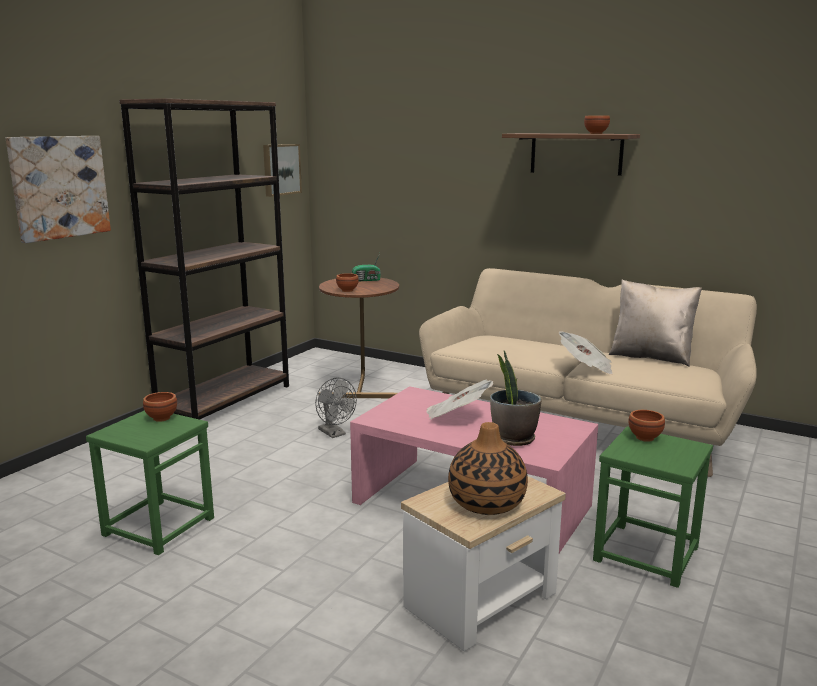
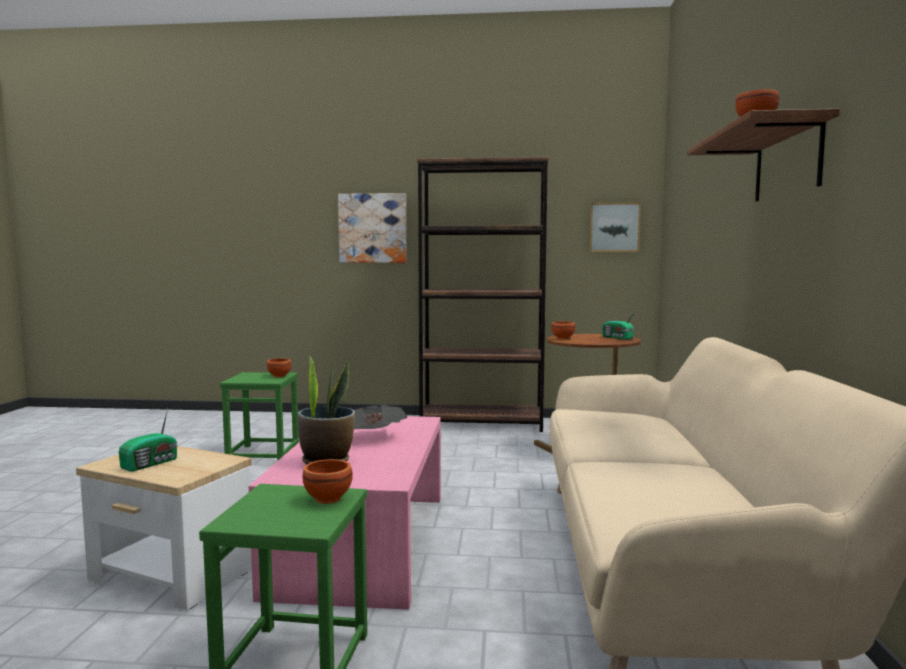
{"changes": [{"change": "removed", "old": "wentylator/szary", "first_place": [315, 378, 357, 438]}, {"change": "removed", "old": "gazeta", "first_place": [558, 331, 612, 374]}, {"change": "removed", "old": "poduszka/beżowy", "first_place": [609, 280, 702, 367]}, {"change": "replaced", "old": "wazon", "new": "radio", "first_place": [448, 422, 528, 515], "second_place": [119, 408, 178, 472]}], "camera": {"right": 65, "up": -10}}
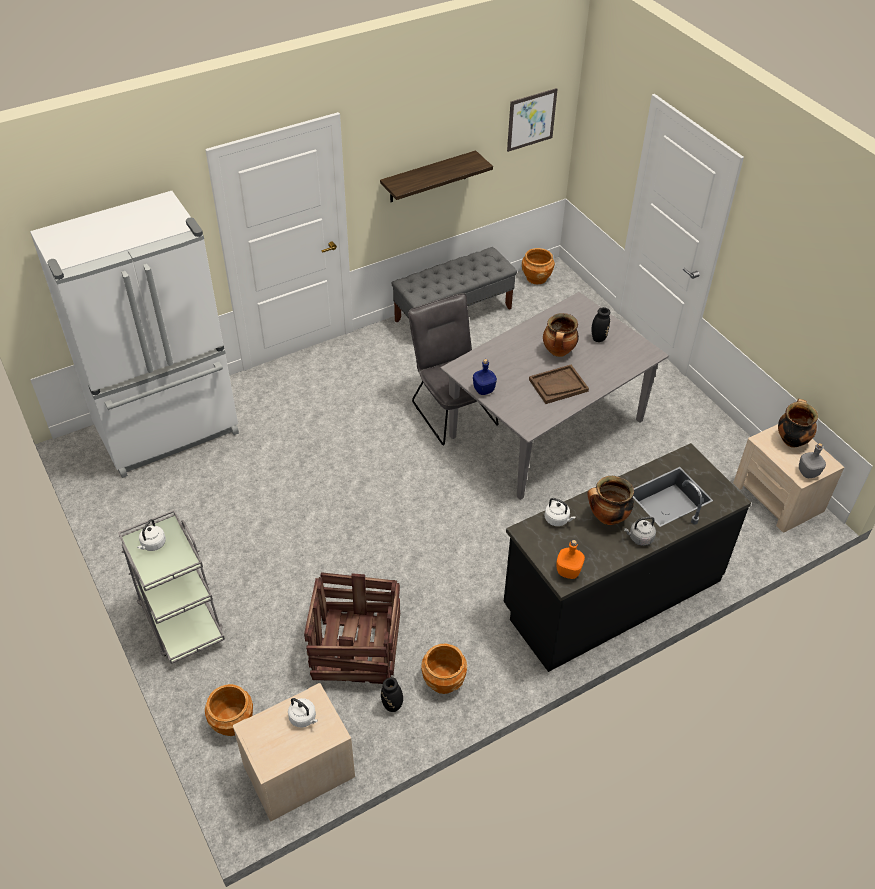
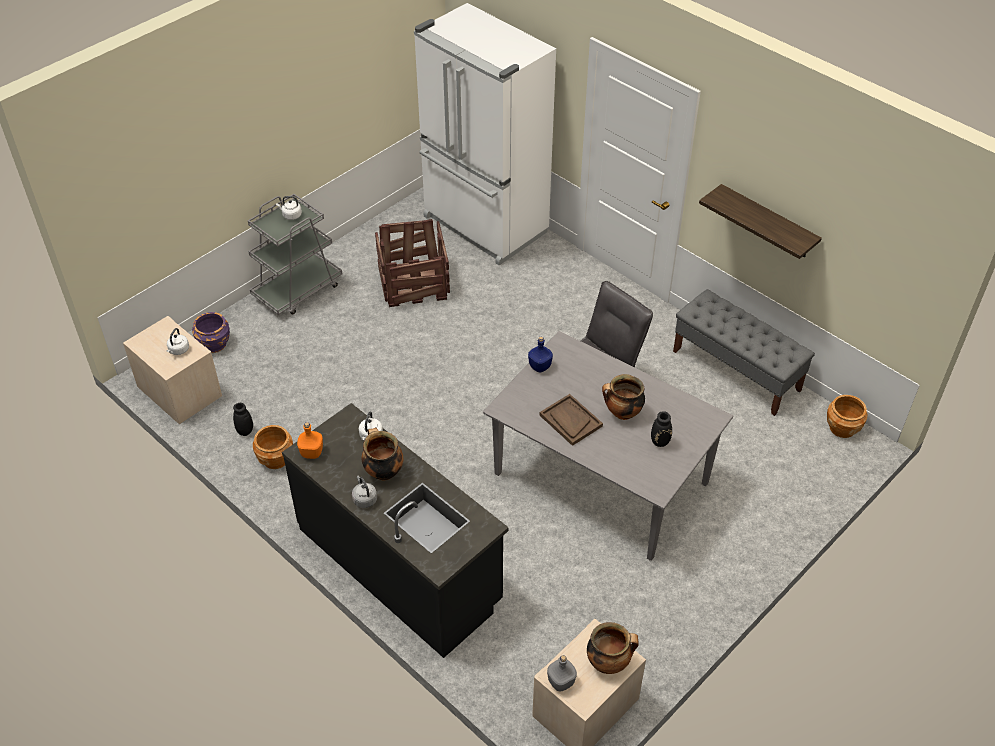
{"changes": [{"change": "removed", "old": "obraz", "first_place": [507, 88, 558, 152]}, {"change": "moved", "old": "skrzynka", "first_place": [304, 572, 400, 684], "second_place": [375, 219, 450, 307]}, {"change": "recoloured", "old": "donica/brązowy", "new": "donica/fioletowy", "first_place": [205, 684, 253, 736], "second_place": [192, 312, 230, 353]}], "camera": {"right": 75, "up": 0}}
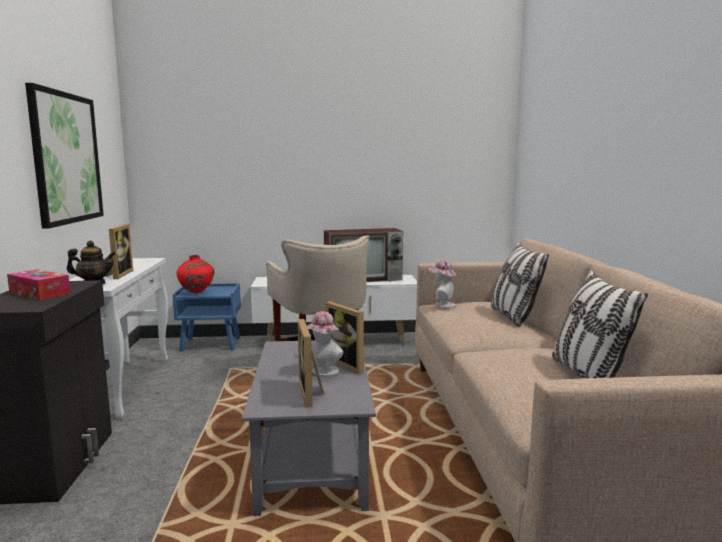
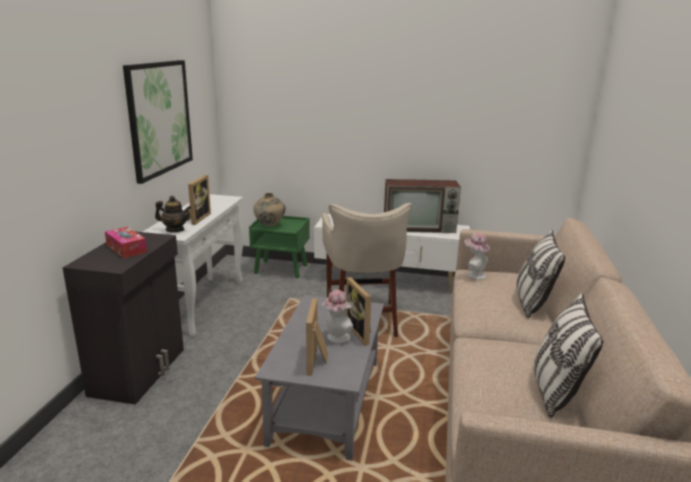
{"changes": [{"change": "recoloured", "old": "szafka nocna/niebieski", "new": "szafka nocna/zielony", "first_place": [173, 283, 241, 351], "second_place": [249, 216, 310, 278]}, {"change": "recoloured", "old": "wazon/czerwony", "new": "wazon/beżowy", "first_place": [176, 255, 215, 293], "second_place": [253, 193, 286, 226]}], "camera": {"right": 15, "up": 10}}
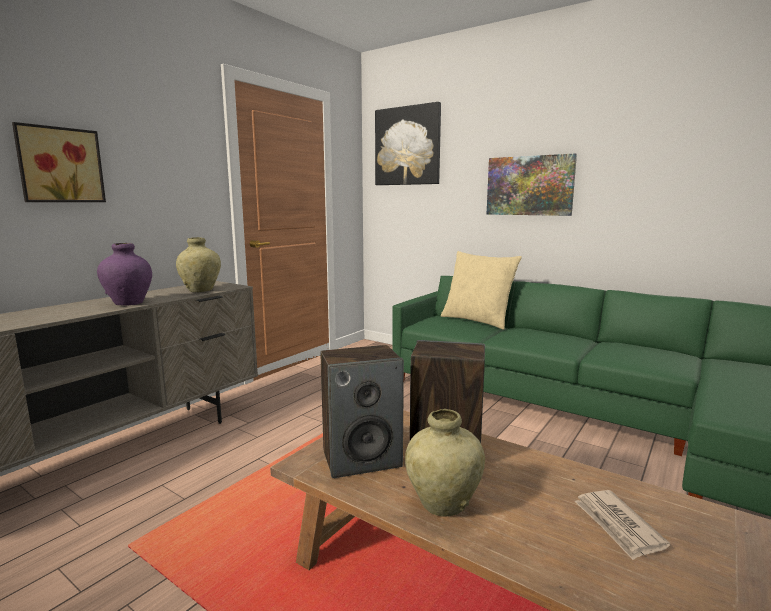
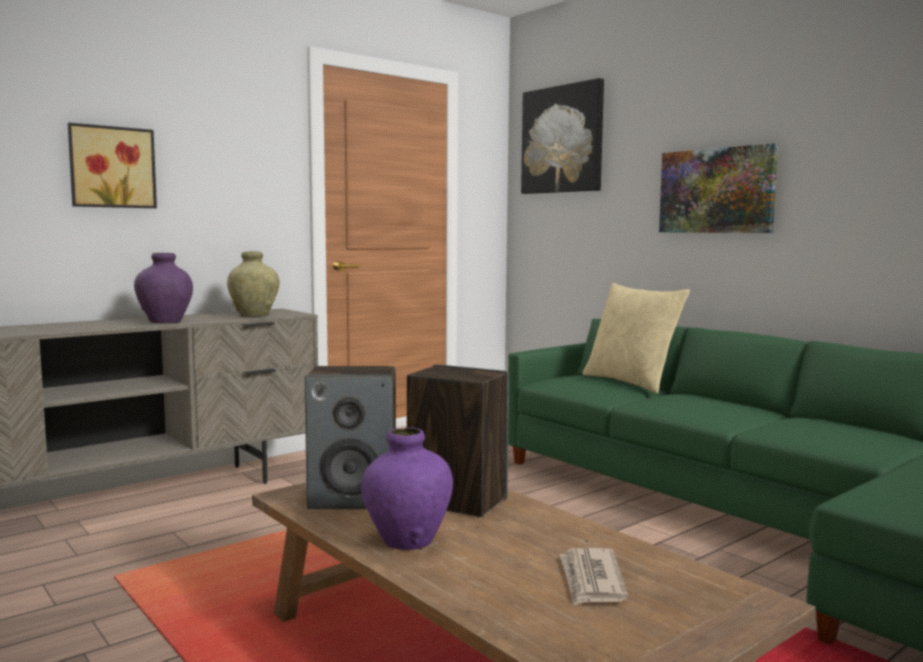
{"changes": [{"change": "recoloured", "old": "wazon/beżowy", "new": "wazon/fioletowy", "first_place": [405, 409, 485, 517], "second_place": [361, 427, 453, 550]}], "camera": {"right": 15, "up": -5}}
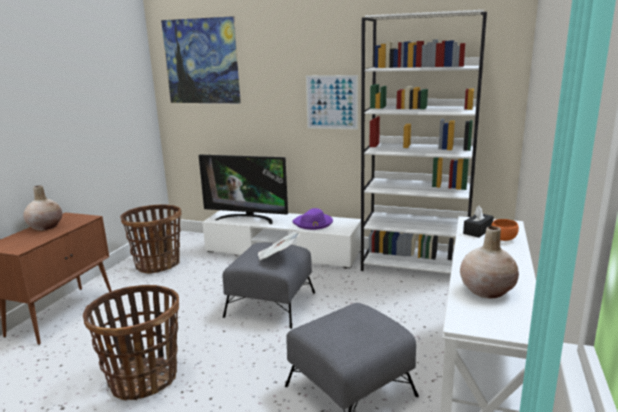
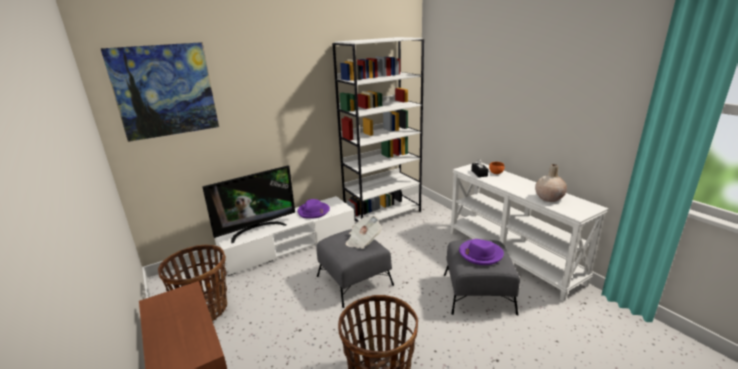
{"changes": [{"change": "removed", "old": "wazon/beżowy", "first_place": [23, 185, 63, 231]}, {"change": "removed", "old": "obraz", "first_place": [306, 75, 358, 130]}, {"change": "added", "new": "kapelusz/fioletowy", "second_place": [459, 239, 504, 265]}], "camera": {"right": -50, "up": 5}}
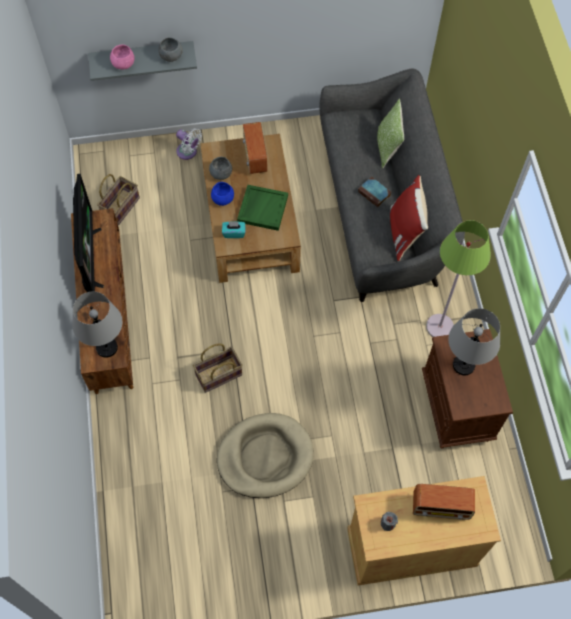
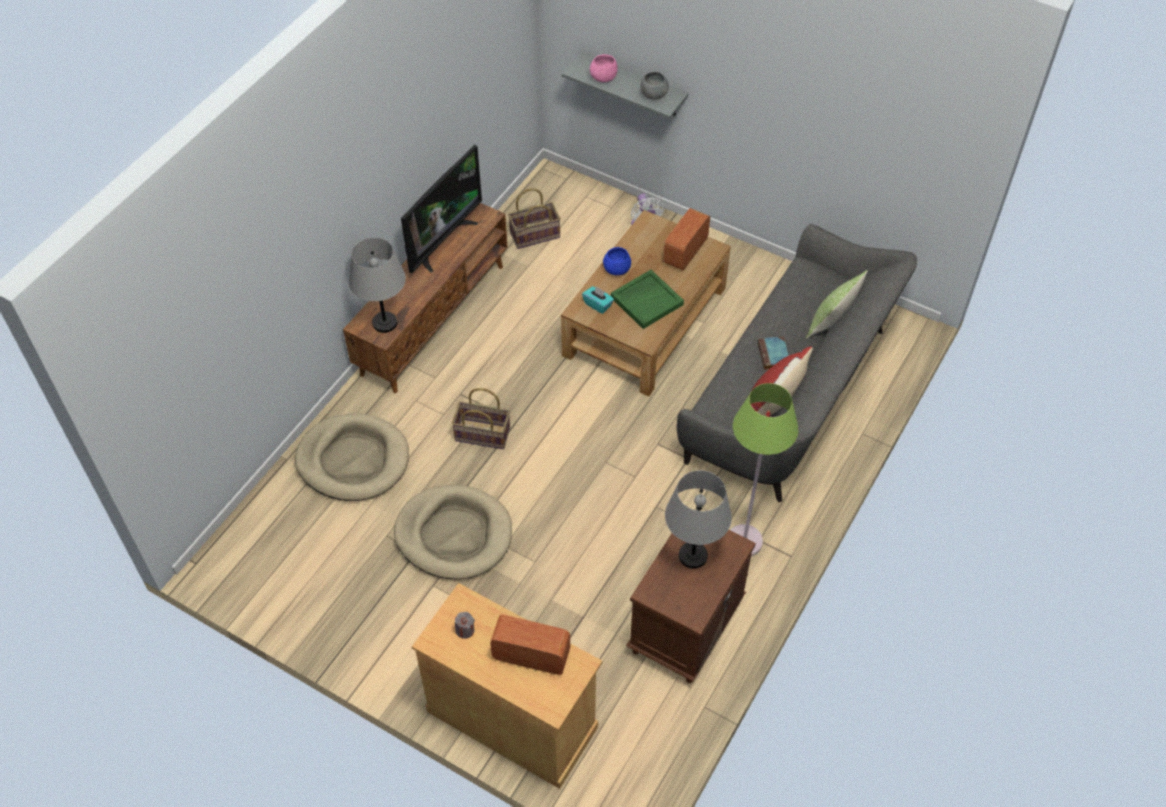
{"changes": [{"change": "removed", "old": "miska/szary", "first_place": [209, 157, 232, 180]}, {"change": "added", "new": "legowisko/beżowy", "second_place": [295, 414, 409, 501]}, {"change": "turned", "old": "radio", "first_place": [413, 484, 475, 520], "second_place": [490, 615, 570, 675], "degrees": 150}], "camera": {"right": 40, "up": -10}}
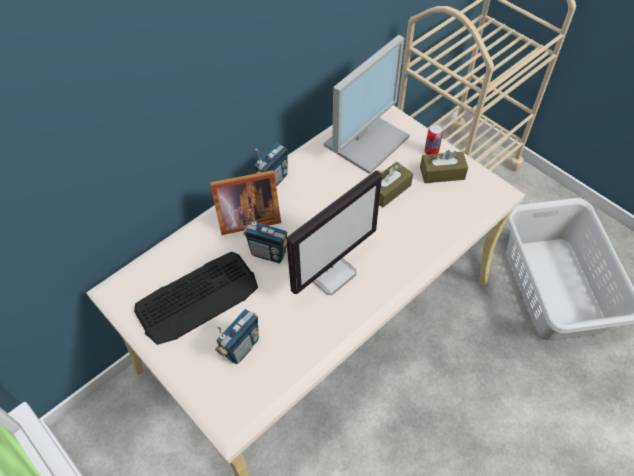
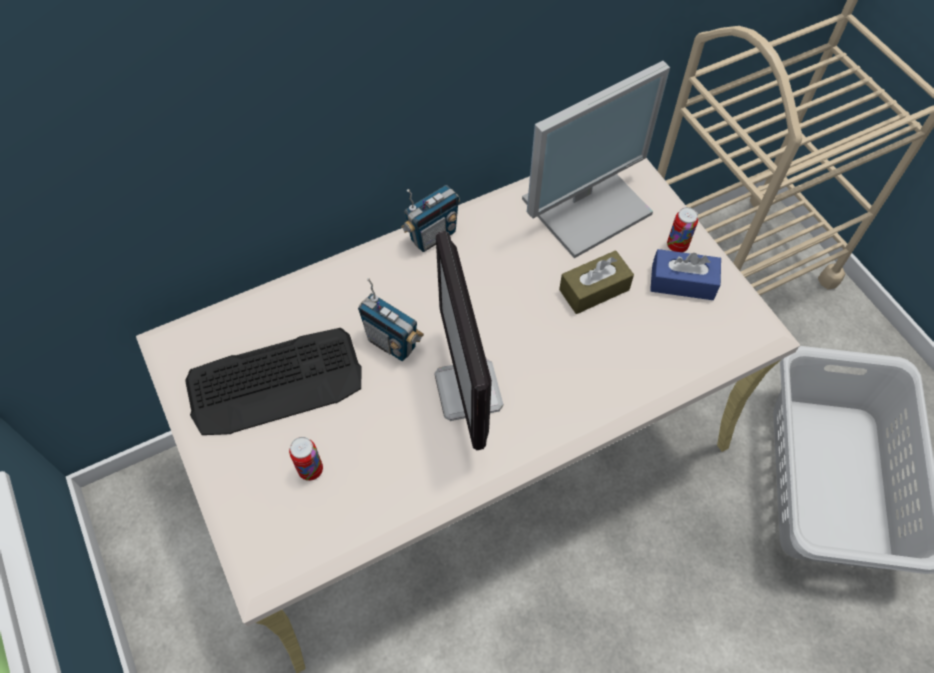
{"changes": [{"change": "removed", "old": "ramka na zdjęcie", "first_place": [210, 170, 281, 235]}, {"change": "replaced", "old": "radio", "new": "puszka", "first_place": [215, 309, 259, 364], "second_place": [289, 437, 323, 481]}, {"change": "recoloured", "old": "pudełko chusteczek/brązowy", "new": "pudełko chusteczek/niebieski", "first_place": [420, 150, 468, 183], "second_place": [650, 249, 721, 300]}, {"change": "turned", "old": "monitor", "first_place": [287, 171, 382, 295], "second_place": [434, 231, 503, 450], "degrees": 105}], "camera": {"right": 15, "up": 5}}
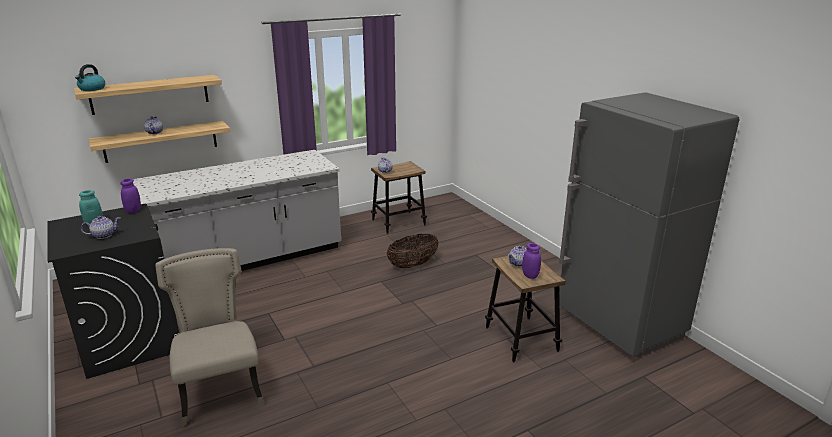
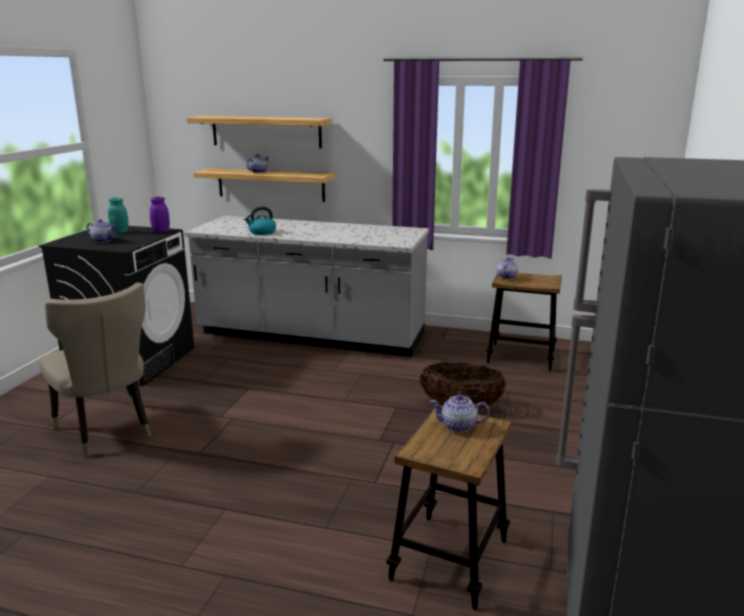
{"changes": [{"change": "removed", "old": "słoik/fioletowy", "first_place": [522, 243, 541, 279]}, {"change": "moved", "old": "czajnik", "first_place": [75, 64, 105, 91], "second_place": [244, 206, 276, 235]}, {"change": "turned", "old": "krzesło/beżowy", "first_place": [155, 248, 265, 426], "second_place": [39, 282, 152, 457], "degrees": 120}], "camera": {"right": 45, "up": -5}}
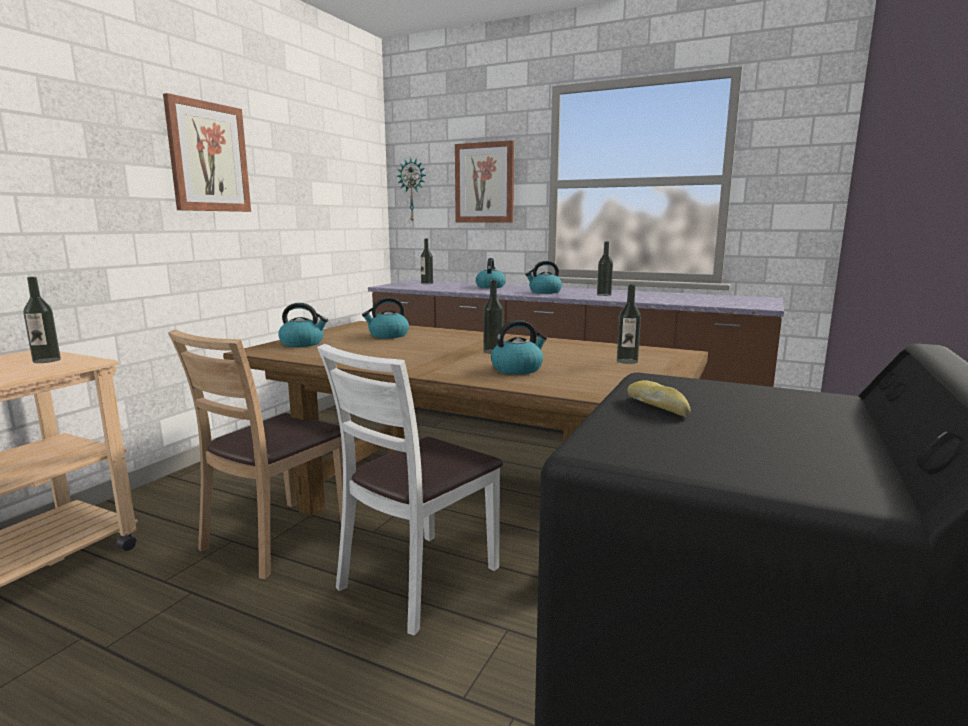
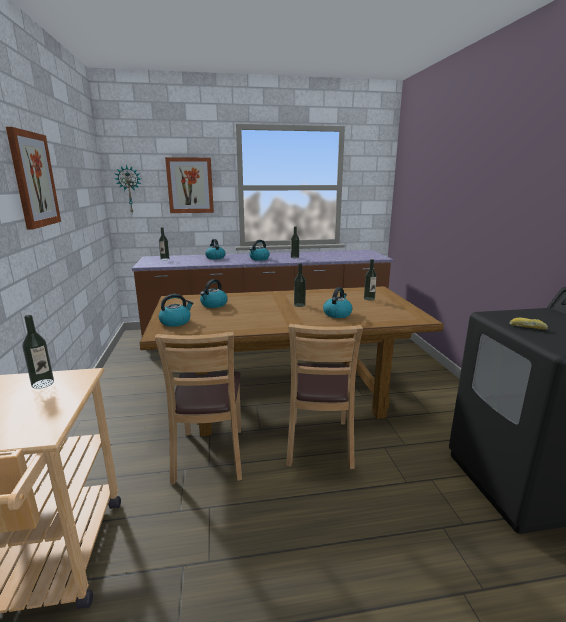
{"changes": [{"change": "recoloured", "old": "krzesło/biały", "new": "krzesło/brązowy", "first_place": [317, 344, 503, 636], "second_place": [286, 324, 363, 469]}], "camera": {"right": -35, "up": 5}}
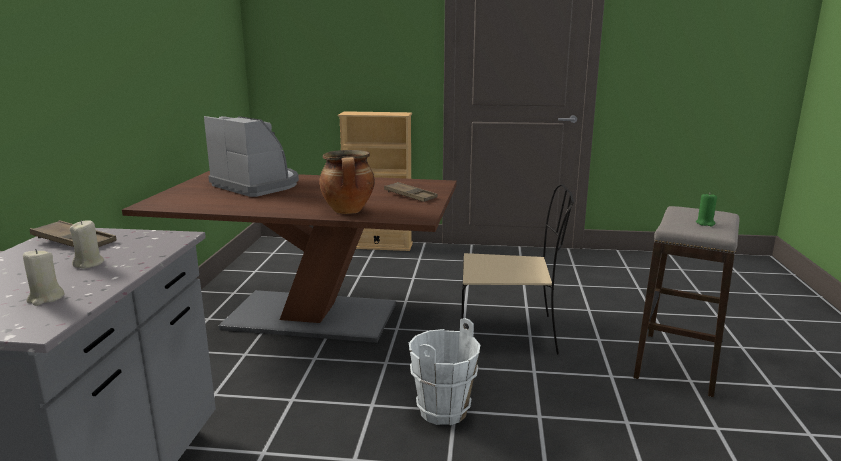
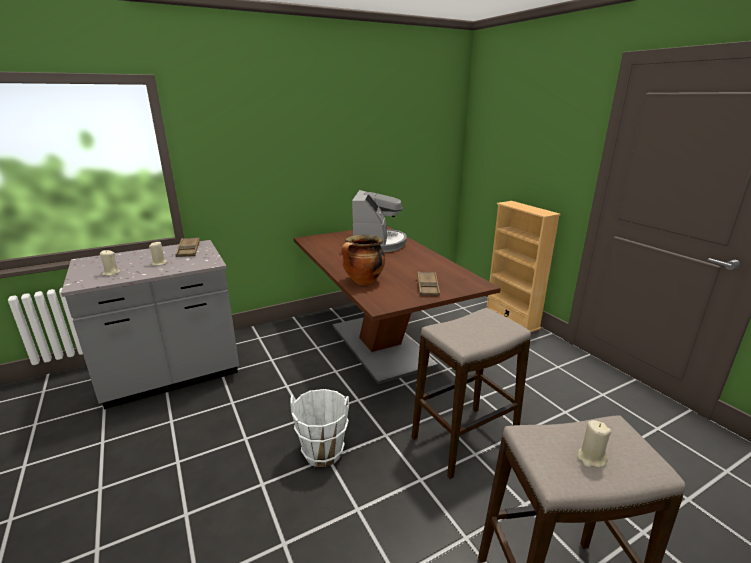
{"changes": [{"change": "replaced", "old": "krzesło/beżowy", "new": "stołek", "first_place": [461, 184, 574, 355], "second_place": [412, 308, 531, 479]}, {"change": "recoloured", "old": "świeca/zielony", "new": "świeca/beżowy", "first_place": [696, 194, 717, 226], "second_place": [577, 420, 611, 468]}], "camera": {"right": 55, "up": 5}}
